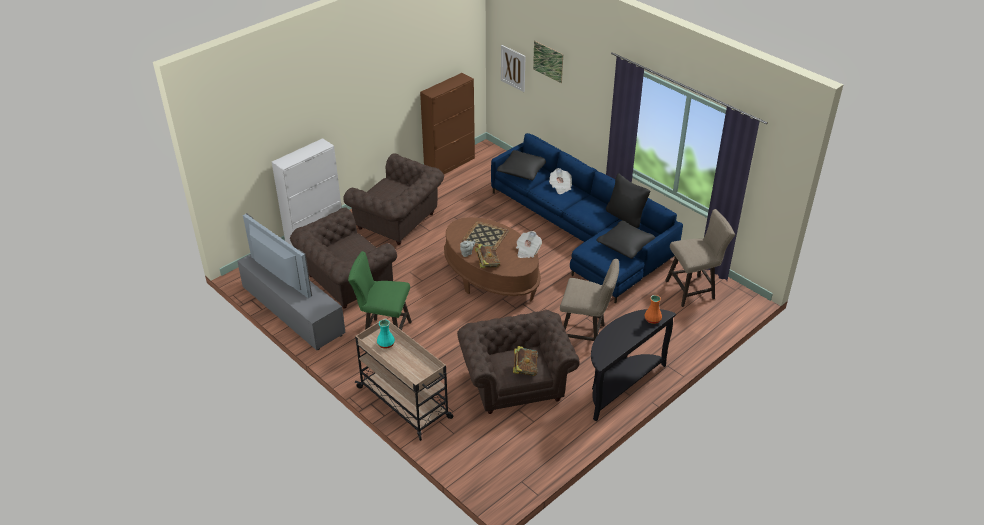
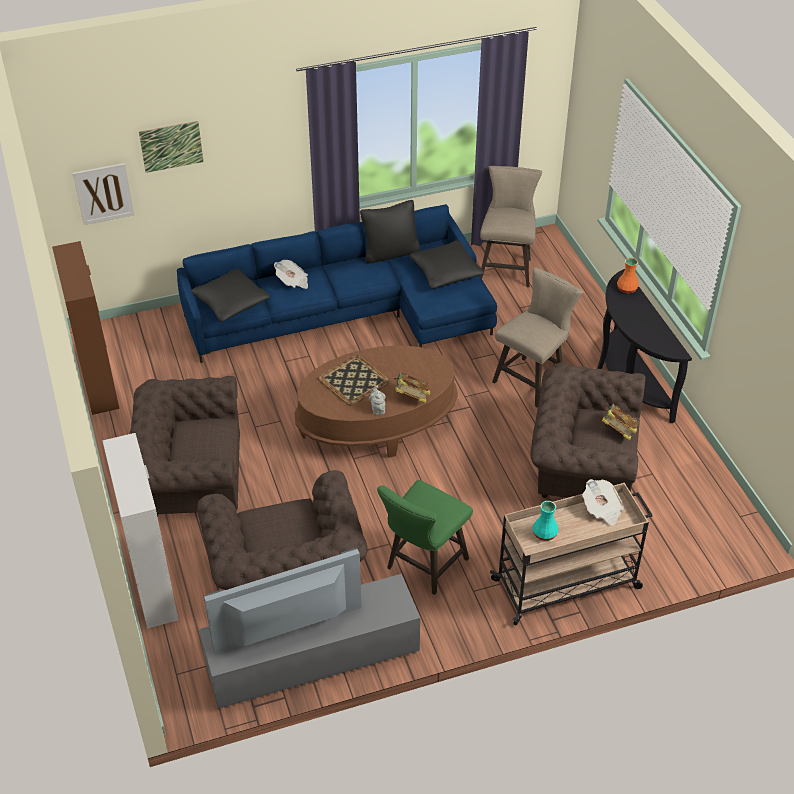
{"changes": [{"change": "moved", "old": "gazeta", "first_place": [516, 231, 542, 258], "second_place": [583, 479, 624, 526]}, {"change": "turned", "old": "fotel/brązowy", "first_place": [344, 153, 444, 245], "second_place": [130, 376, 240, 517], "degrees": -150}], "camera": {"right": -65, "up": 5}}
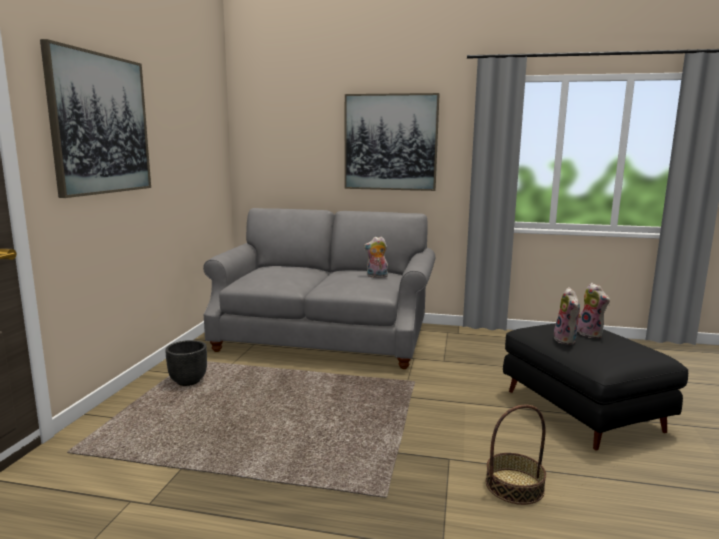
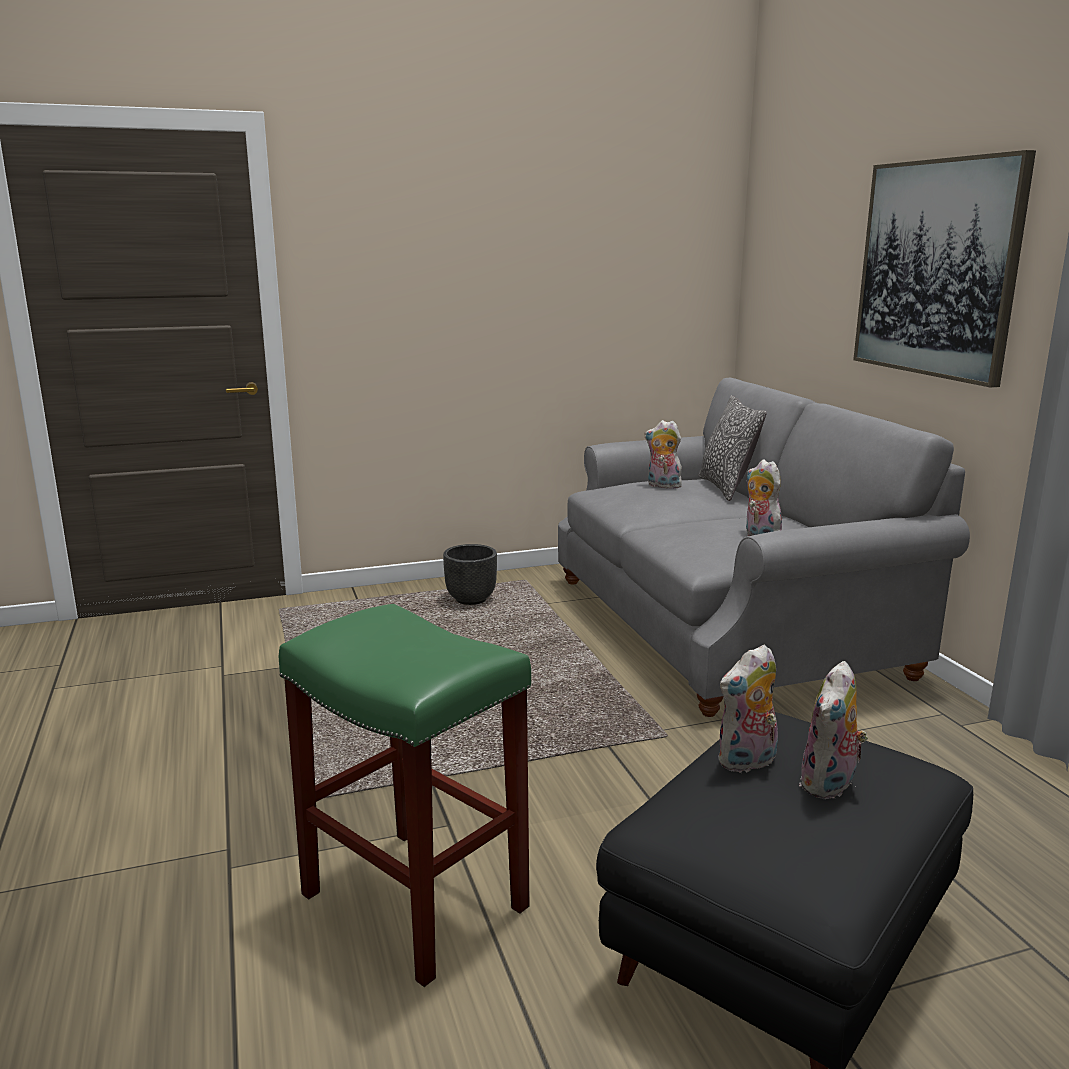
{"changes": [{"change": "removed", "old": "obraz", "first_place": [40, 39, 151, 198]}, {"change": "added", "new": "pluszak", "second_place": [644, 420, 685, 489]}, {"change": "added", "new": "poduszka", "second_place": [698, 395, 767, 501]}, {"change": "replaced", "old": "koszyk", "new": "stołek/zielony", "first_place": [486, 404, 546, 505], "second_place": [279, 604, 531, 987]}], "camera": {"right": 60, "up": 5}}
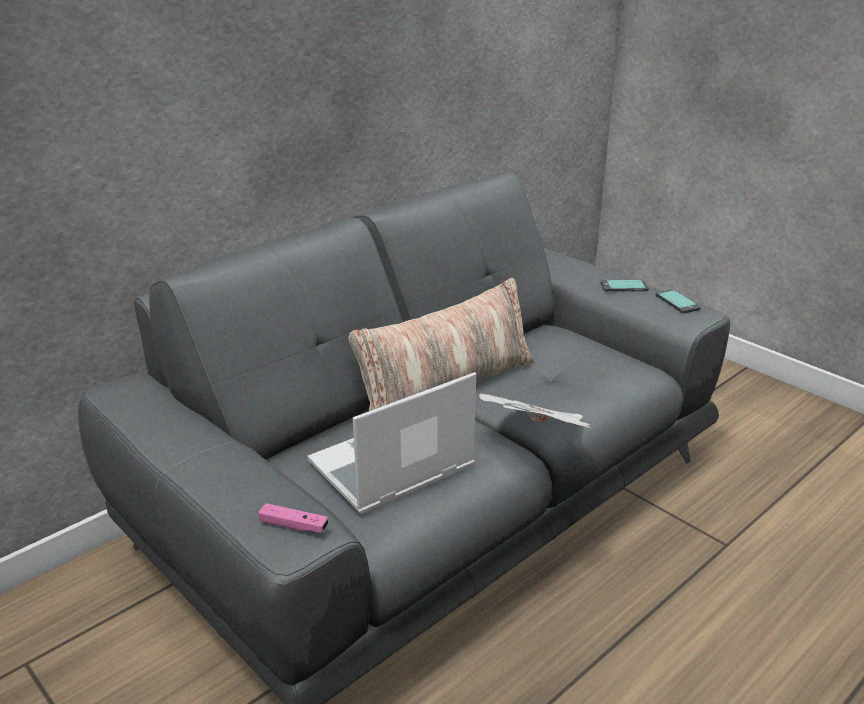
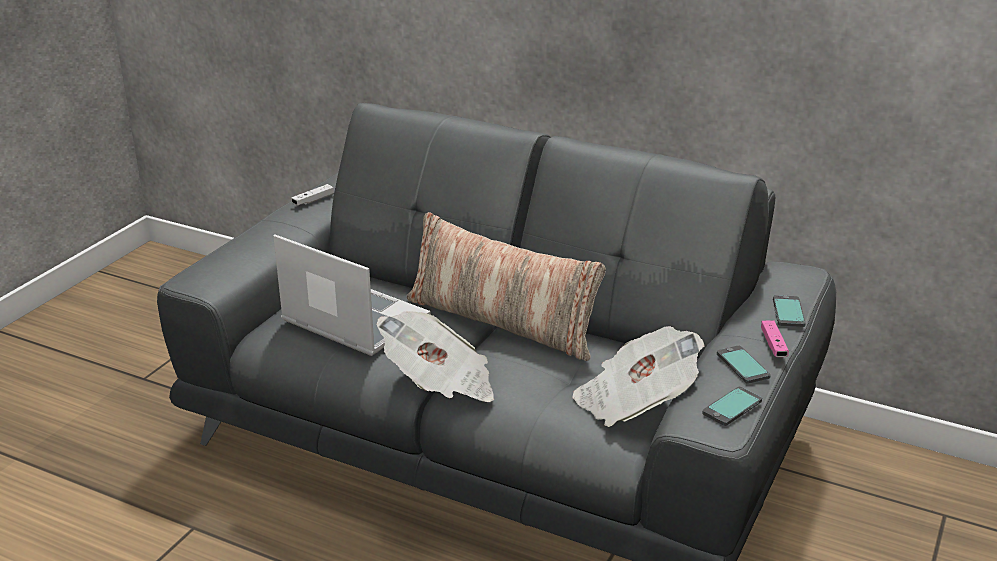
{"changes": [{"change": "added", "new": "pad do gier/biały", "second_place": [292, 184, 334, 206]}, {"change": "added", "new": "gazeta", "second_place": [572, 326, 705, 427]}, {"change": "added", "new": "telefon", "second_place": [773, 295, 806, 327]}, {"change": "moved", "old": "pad do gier/różowy", "first_place": [258, 503, 328, 533], "second_place": [761, 320, 789, 357]}], "camera": {"right": 70, "up": 0}}
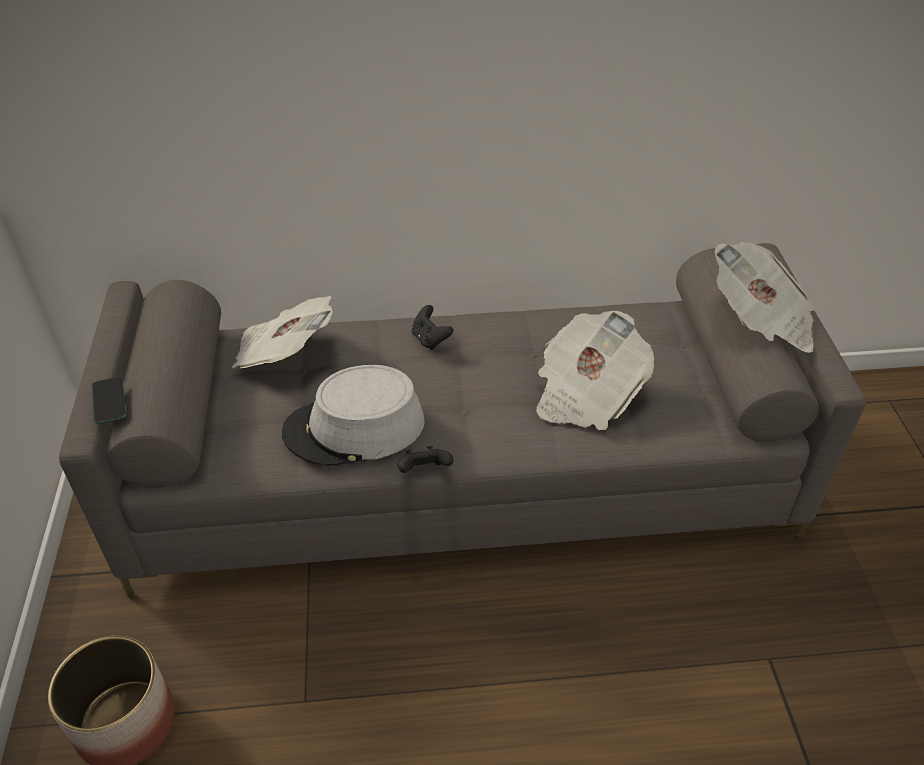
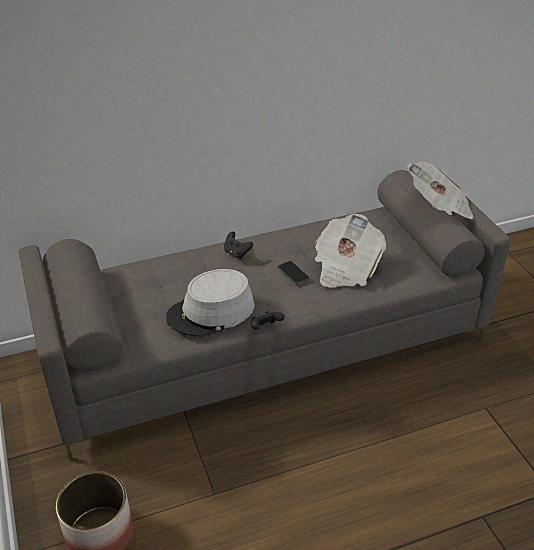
{"changes": [{"change": "removed", "old": "gazeta", "first_place": [232, 296, 333, 368]}, {"change": "moved", "old": "telefon", "first_place": [92, 377, 126, 424], "second_place": [277, 261, 309, 285]}], "camera": {"right": -15, "up": -5}}
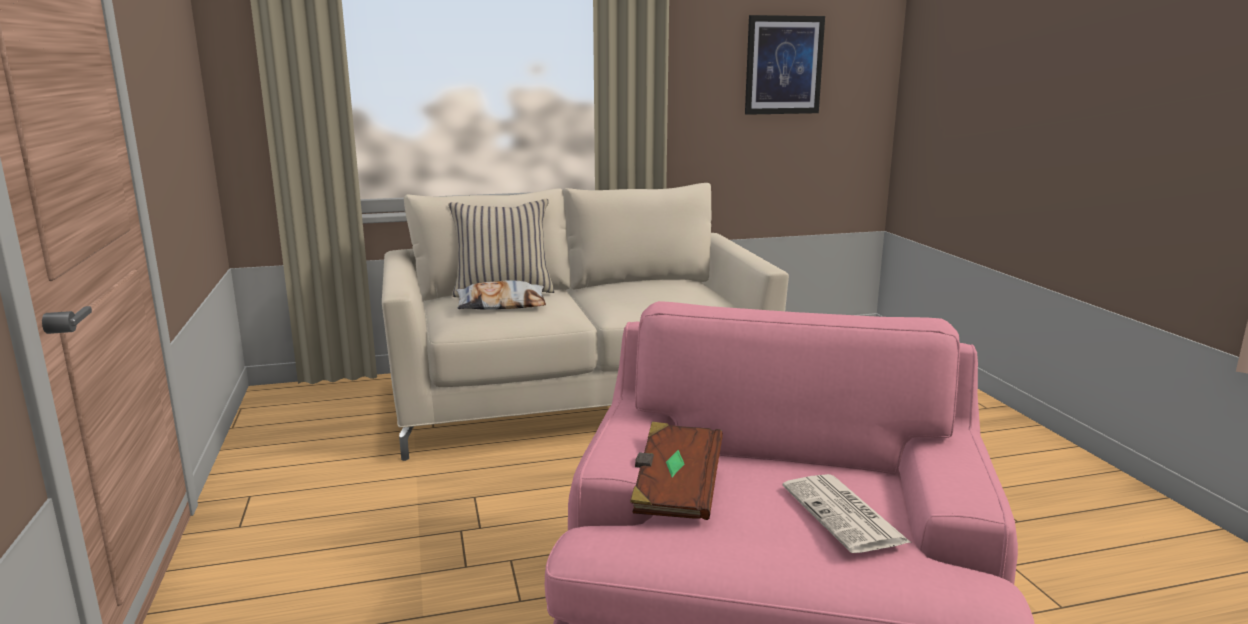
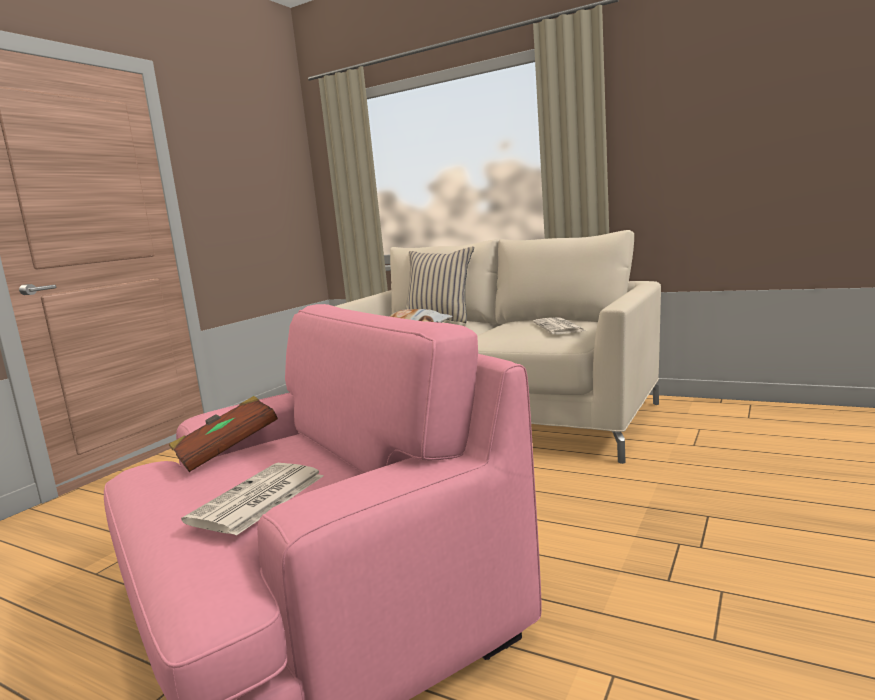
{"changes": [{"change": "removed", "old": "obraz", "first_place": [745, 15, 825, 115]}, {"change": "added", "new": "gazeta", "second_place": [533, 317, 586, 334]}], "camera": {"right": 45, "up": -5}}
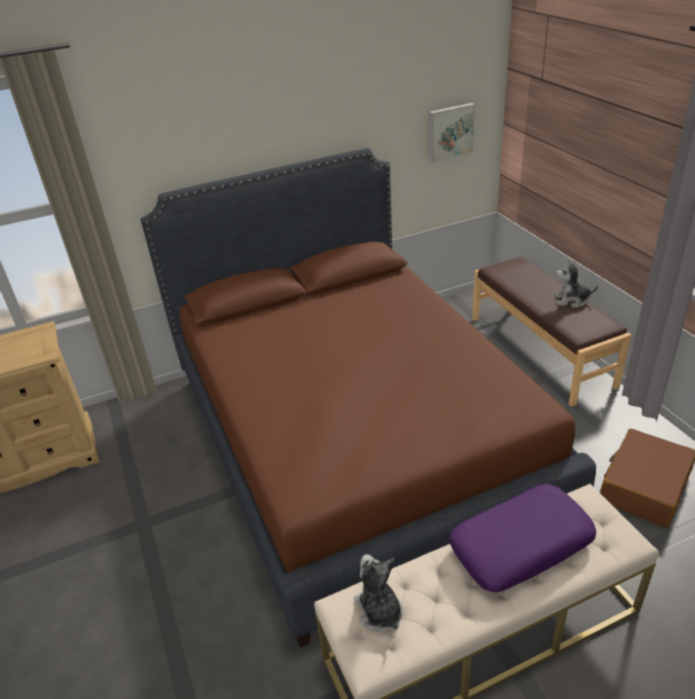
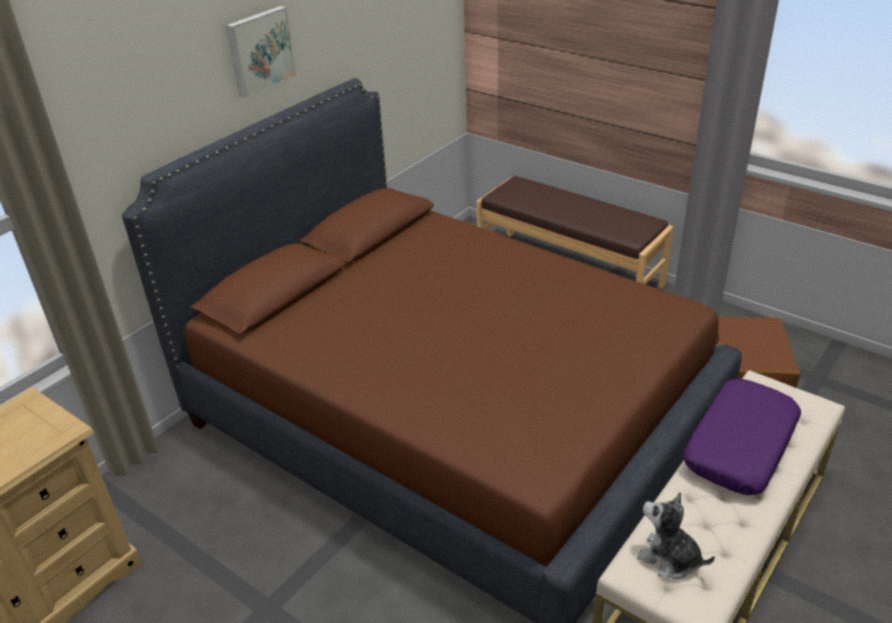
{"changes": [{"change": "removed", "old": "pluszak", "first_place": [555, 261, 598, 308]}, {"change": "moved", "old": "obraz", "first_place": [428, 103, 475, 162], "second_place": [226, 6, 296, 98]}], "camera": {"right": -30, "up": 0}}
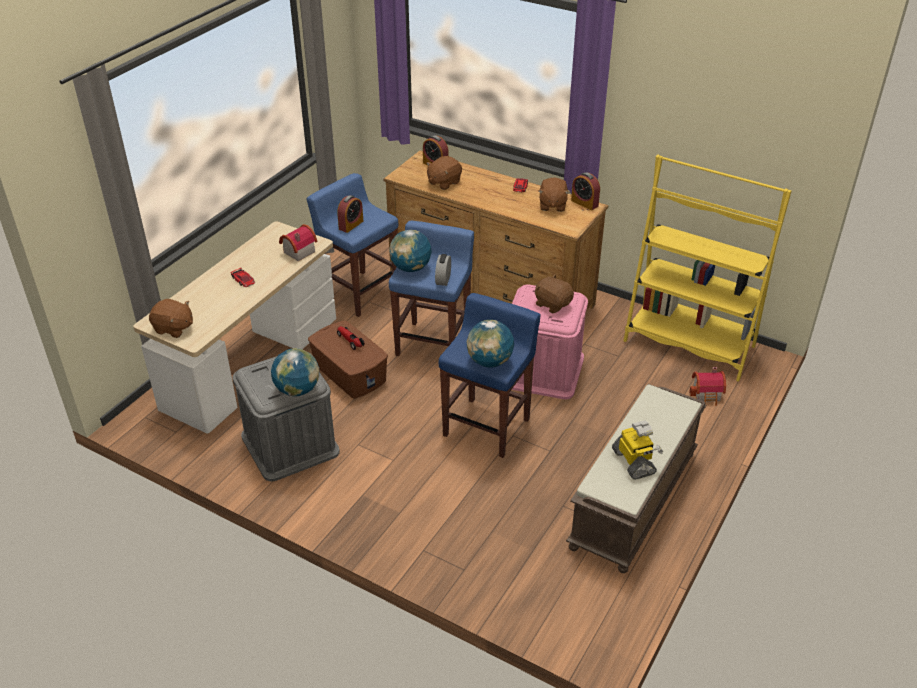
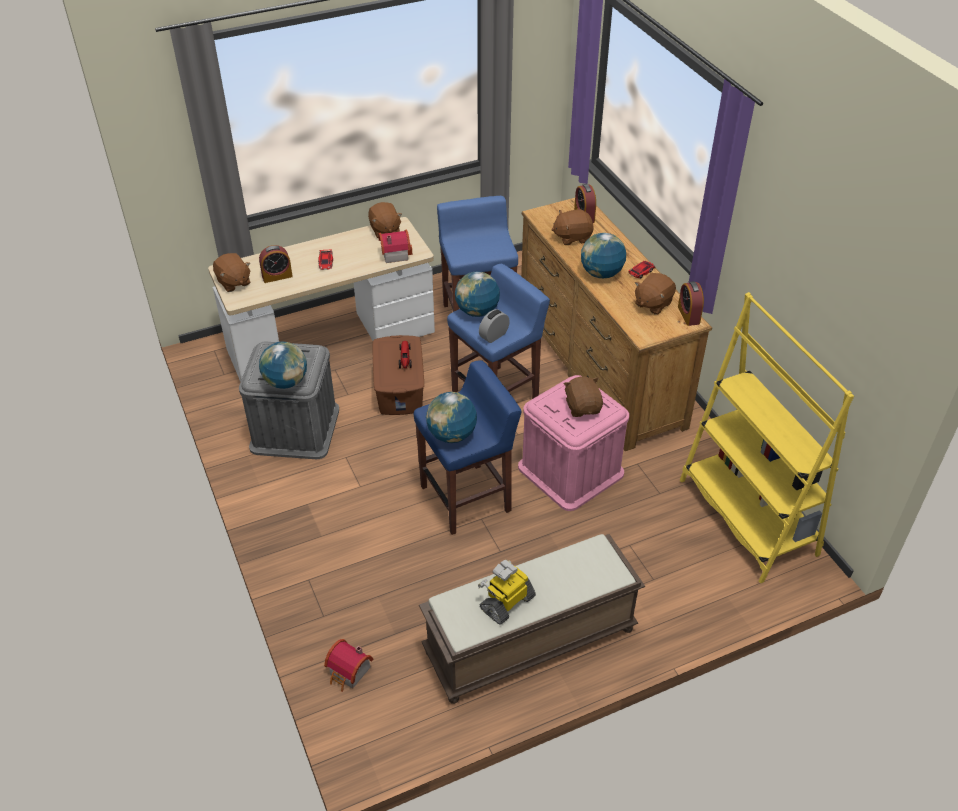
{"changes": [{"change": "added", "new": "pluszak/brązowy", "second_place": [368, 202, 402, 238]}, {"change": "added", "new": "globus", "second_place": [581, 233, 626, 278]}, {"change": "moved", "old": "budzik", "first_place": [337, 195, 363, 233], "second_place": [259, 245, 293, 283]}, {"change": "moved", "old": "domek", "first_place": [689, 367, 726, 406], "second_place": [324, 639, 374, 692]}, {"change": "turned", "old": "robot zabawkowy", "first_place": [612, 420, 663, 479], "second_place": [478, 559, 536, 624], "degrees": -150}], "camera": {"right": 35, "up": 5}}
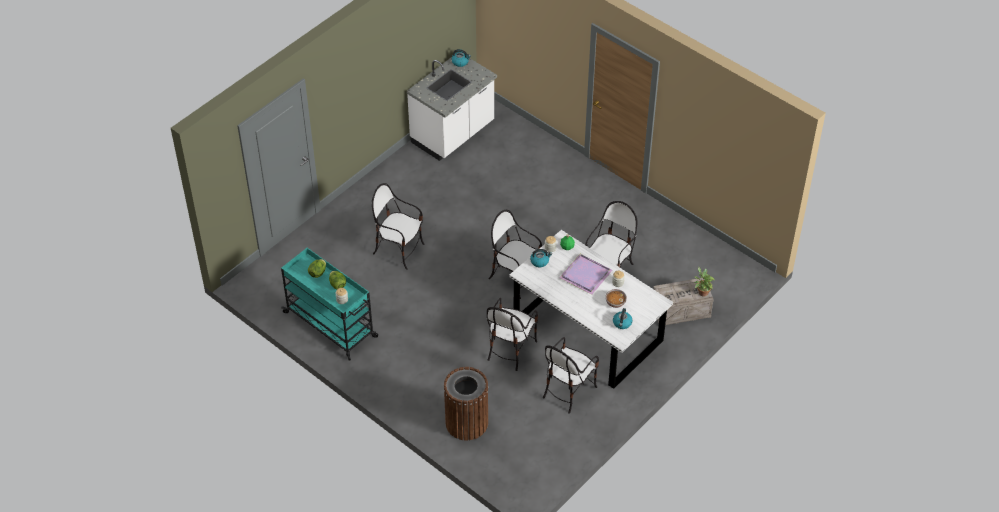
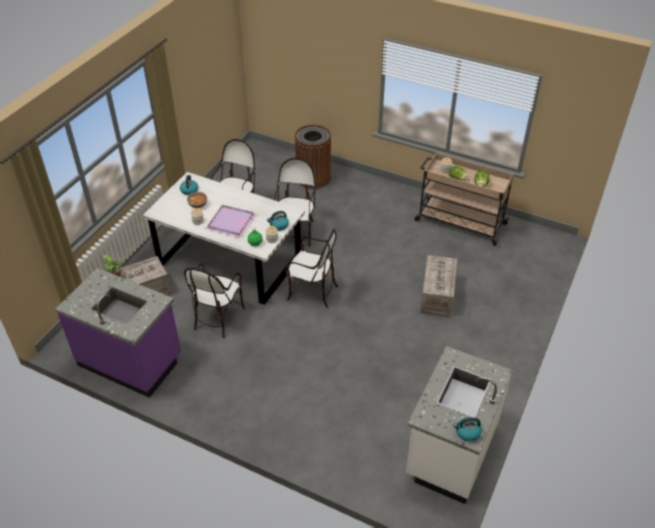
{"changes": [{"change": "added", "new": "zabudowa kuchenna/fioletowy", "second_place": [55, 268, 181, 398]}, {"change": "replaced", "old": "krzesło", "new": "skrzynka", "first_place": [372, 183, 424, 270], "second_place": [420, 255, 457, 317]}, {"change": "recoloured", "old": "wózek/turkusowy", "new": "wózek/beżowy", "first_place": [281, 248, 378, 361], "second_place": [414, 152, 514, 246]}], "camera": {"right": 165, "up": -5}}
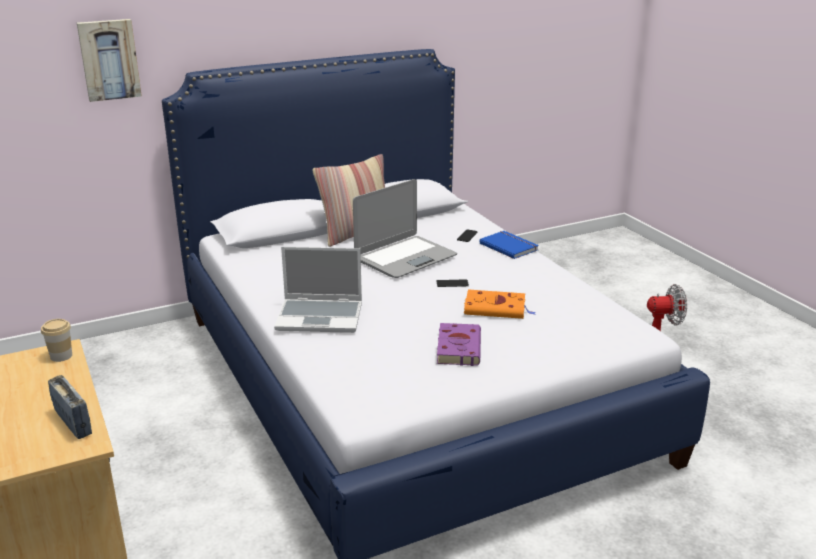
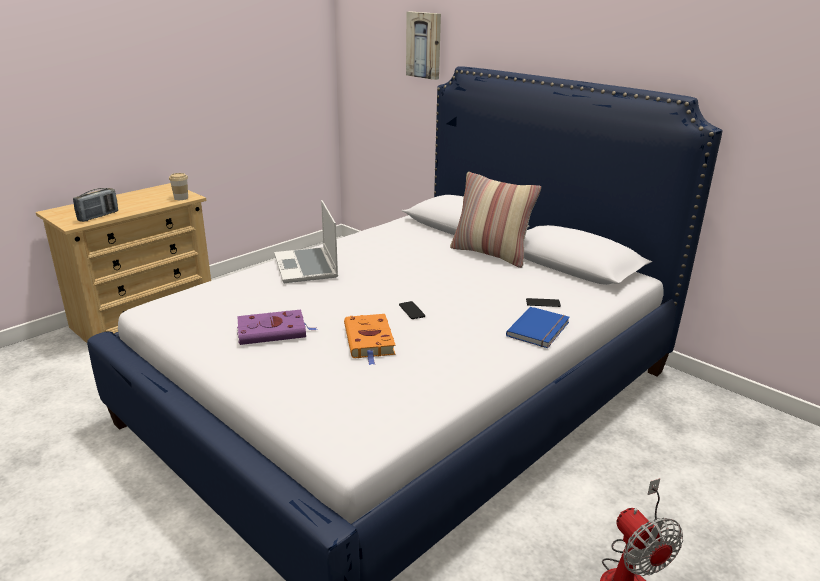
{"changes": [{"change": "removed", "old": "laptop", "first_place": [353, 179, 457, 278]}], "camera": {"right": 70, "up": 0}}
